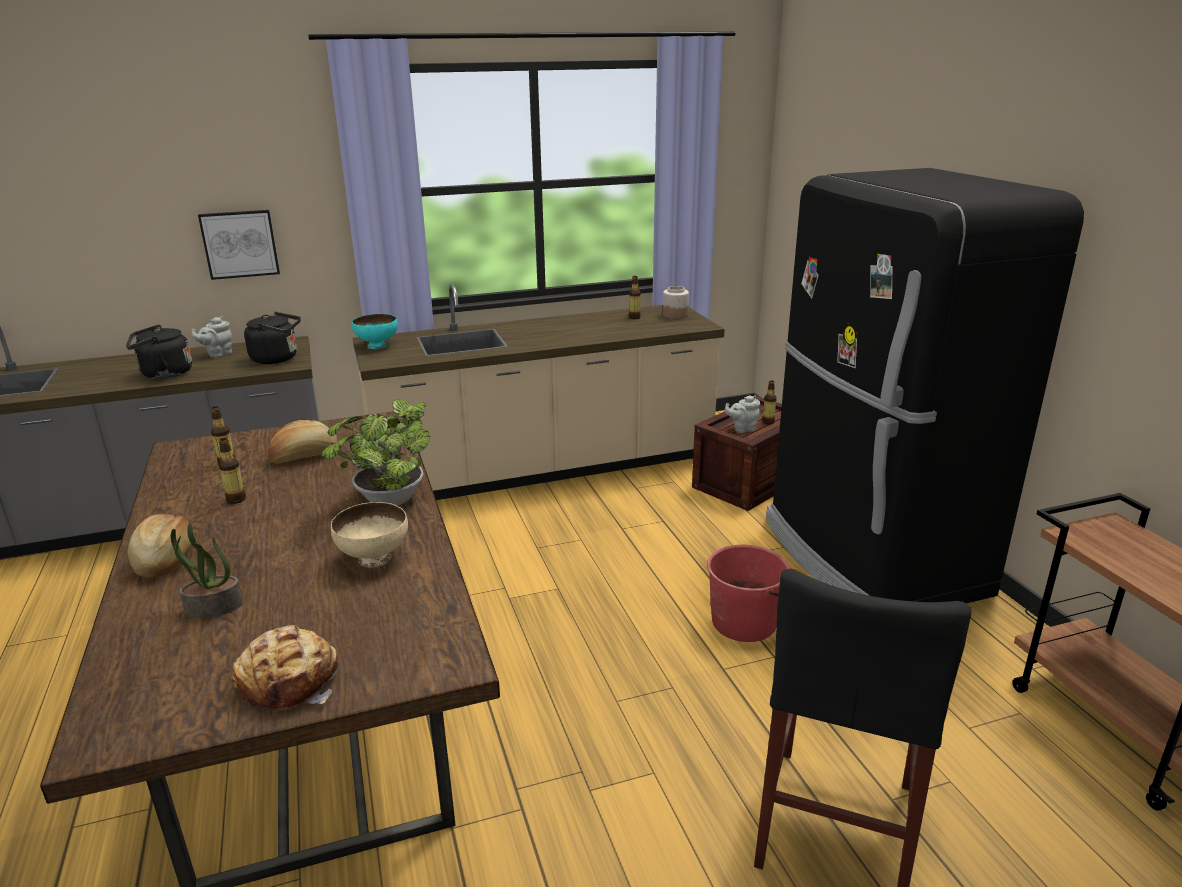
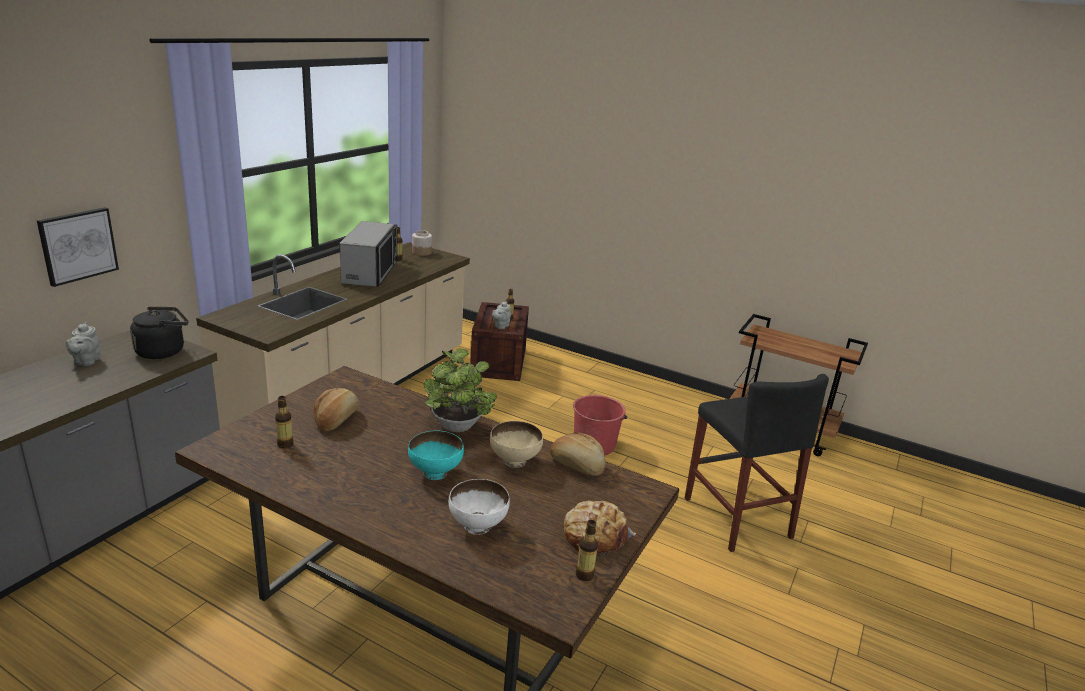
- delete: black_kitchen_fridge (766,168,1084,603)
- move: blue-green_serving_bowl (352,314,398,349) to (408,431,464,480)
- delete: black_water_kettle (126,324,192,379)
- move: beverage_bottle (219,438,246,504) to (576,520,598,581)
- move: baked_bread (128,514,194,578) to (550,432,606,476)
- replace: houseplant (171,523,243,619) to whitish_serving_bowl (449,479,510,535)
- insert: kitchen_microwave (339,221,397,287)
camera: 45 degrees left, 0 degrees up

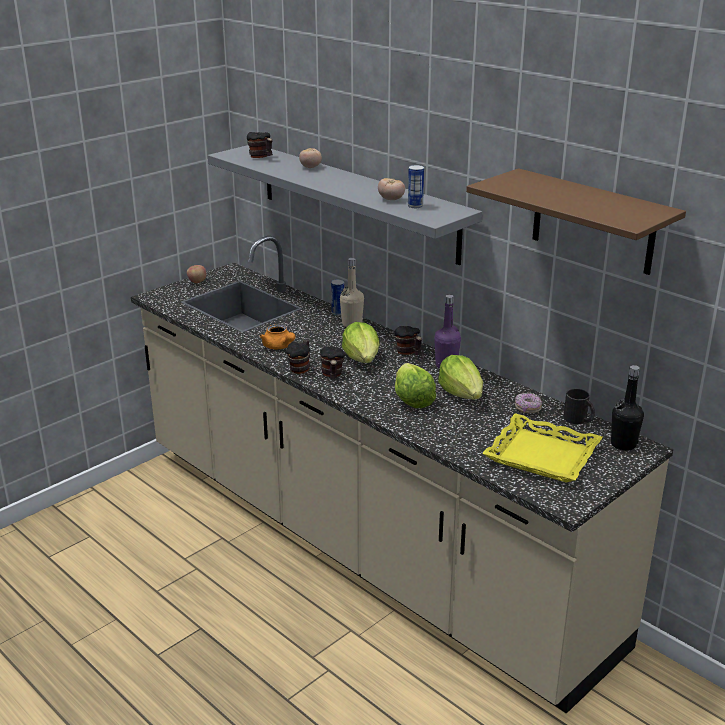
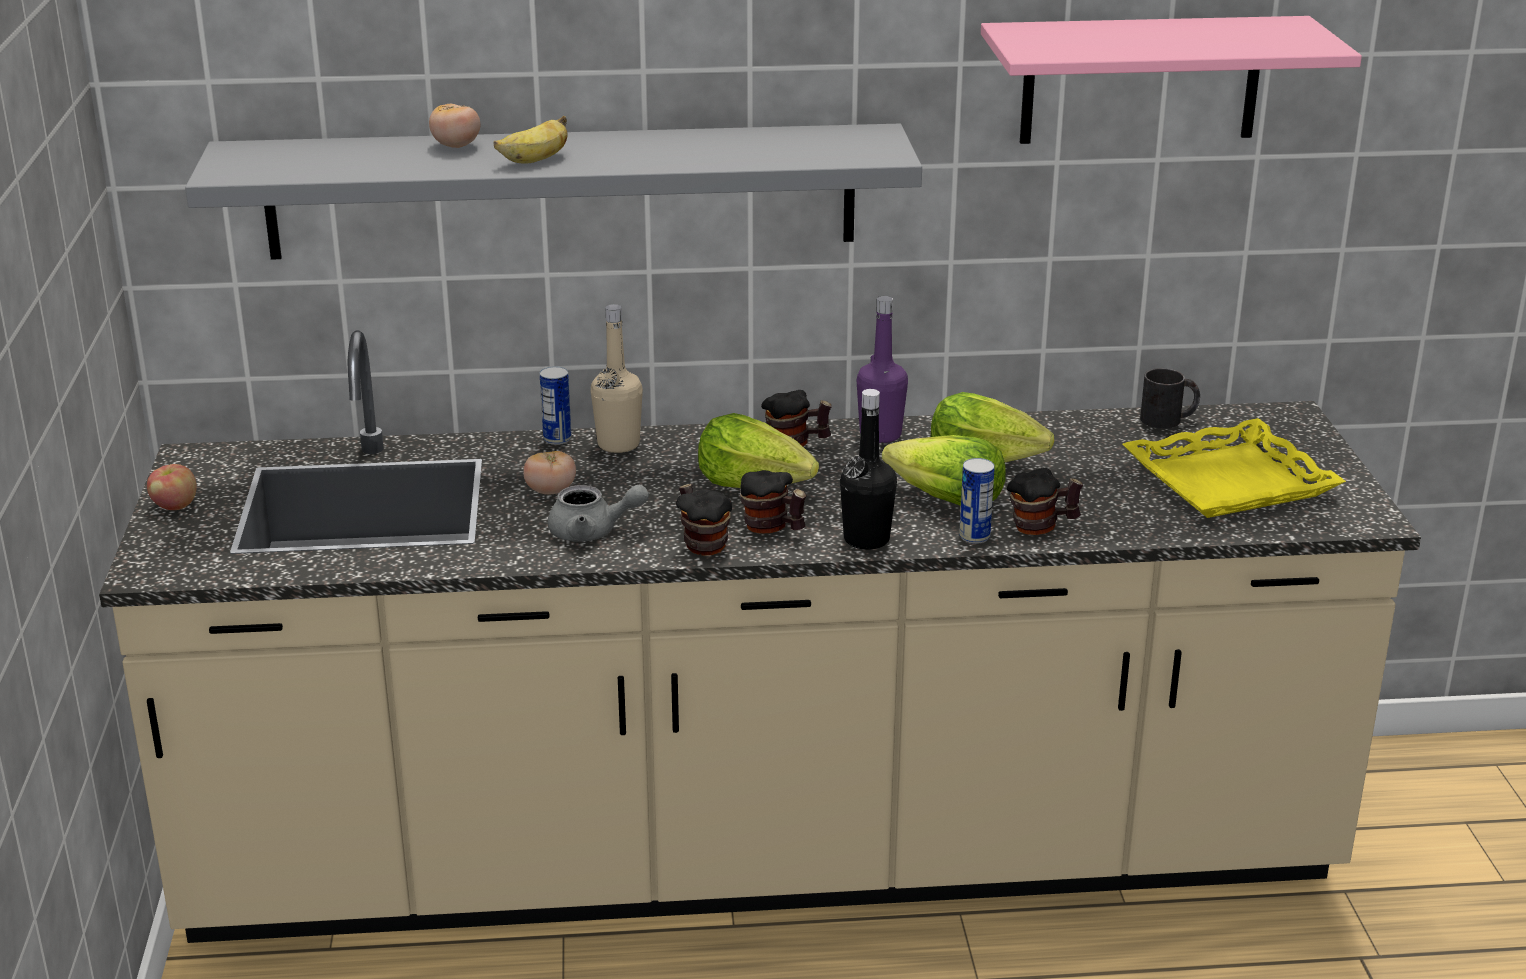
- move: coffee_mug (247,132,273,158) to (1007,468,1083,535)
- move: metal_can (408,165,424,208) to (959,458,995,544)
- recolor: brown_wall_shelf (466,168,686,275) to pinkish_wall_shelf (981,16,1362,144)
- move: whole_tomato (378,178,405,200) to (523,451,576,494)
- recolor: orangey_teapot (260,324,295,349) to grey_teapot (548,484,649,542)
- move: black_beverage_bottle (611,365,644,451) to (840,389,897,550)
- delete: donut (515,393,542,413)
- insert: banana (494,116,568,164)
camera: 50 degrees left, 0 degrees up

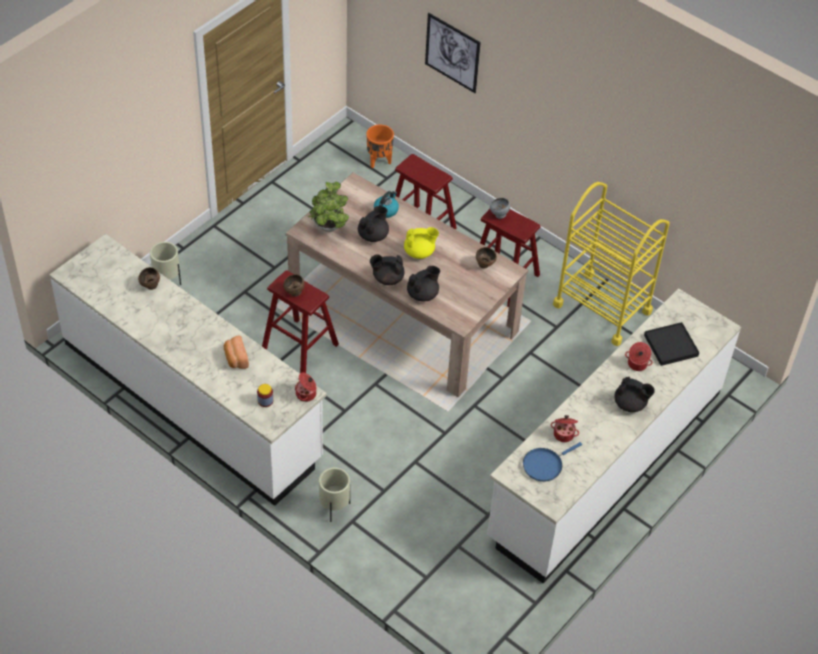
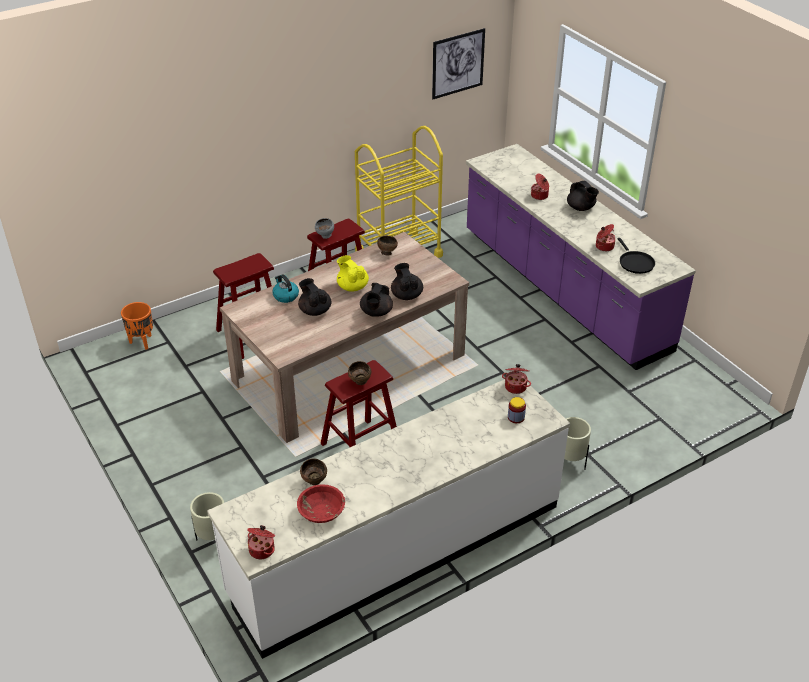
- move: wall_picture (425,13,481,93) to (432,28,485,99)
- delete: houseplant (308,182,349,232)
- rotate: yellow-coloured_teapot (404,227,439,259) = (337,255,369,291) 45 degrees counterclockwise
- recolor: whitish_counter (487,288,741,584) to purple_counter (466,144,696,370)
- delete: black_tray (644,322,699,366)
- delete: baked_bread (224,335,249,369)
- rotate: black_teapot (614,377,655,412) = (567,181,599,211) 105 degrees clockwise
- recolor: blue-coloured_skillet (523,442,582,482) to black_skillet (617,238,655,274)
- insert: red_serving_bowl (297,484,345,523)
- insert: stockpot (247,525,275,559)
camera: 70 degrees left, 10 degrees down

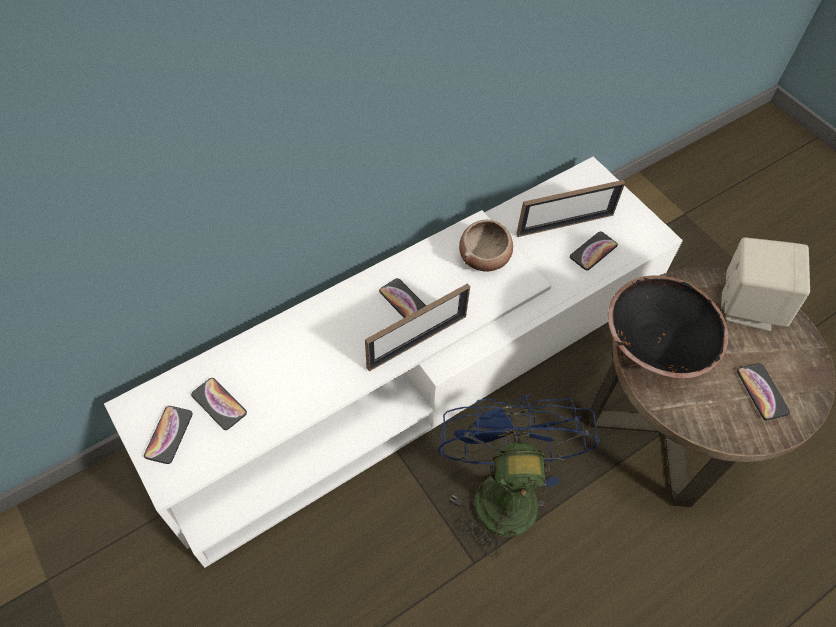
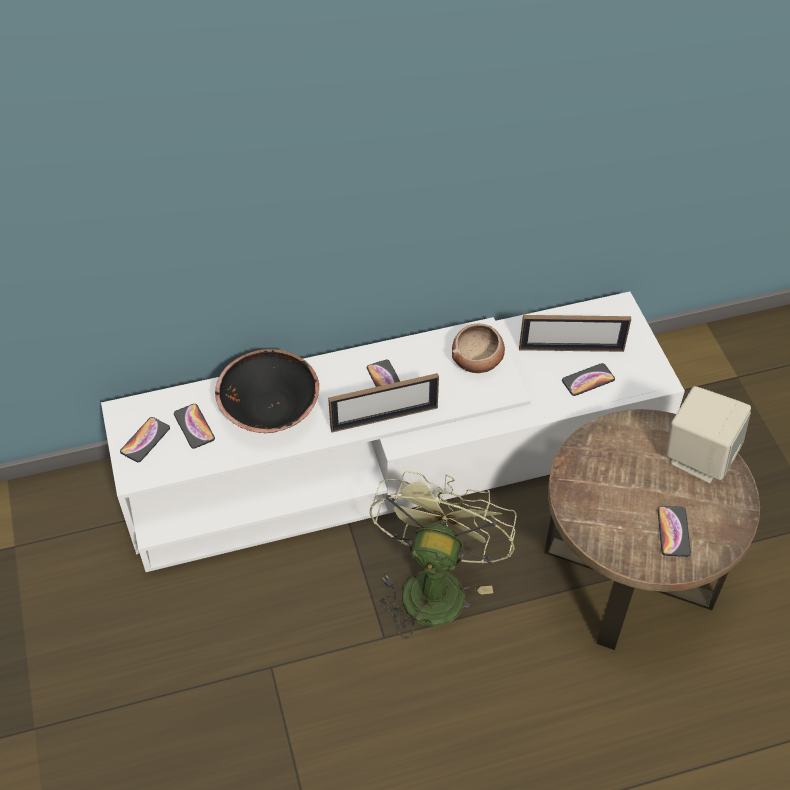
- move: black_serving_bowl (608,275,729,379) to (215,349,319,433)
- recolor: blue-coloured_electric_fan (438,395,600,557) to green_electric_fan (370,471,517,639)
camera: 20 degrees right, 5 degrees down

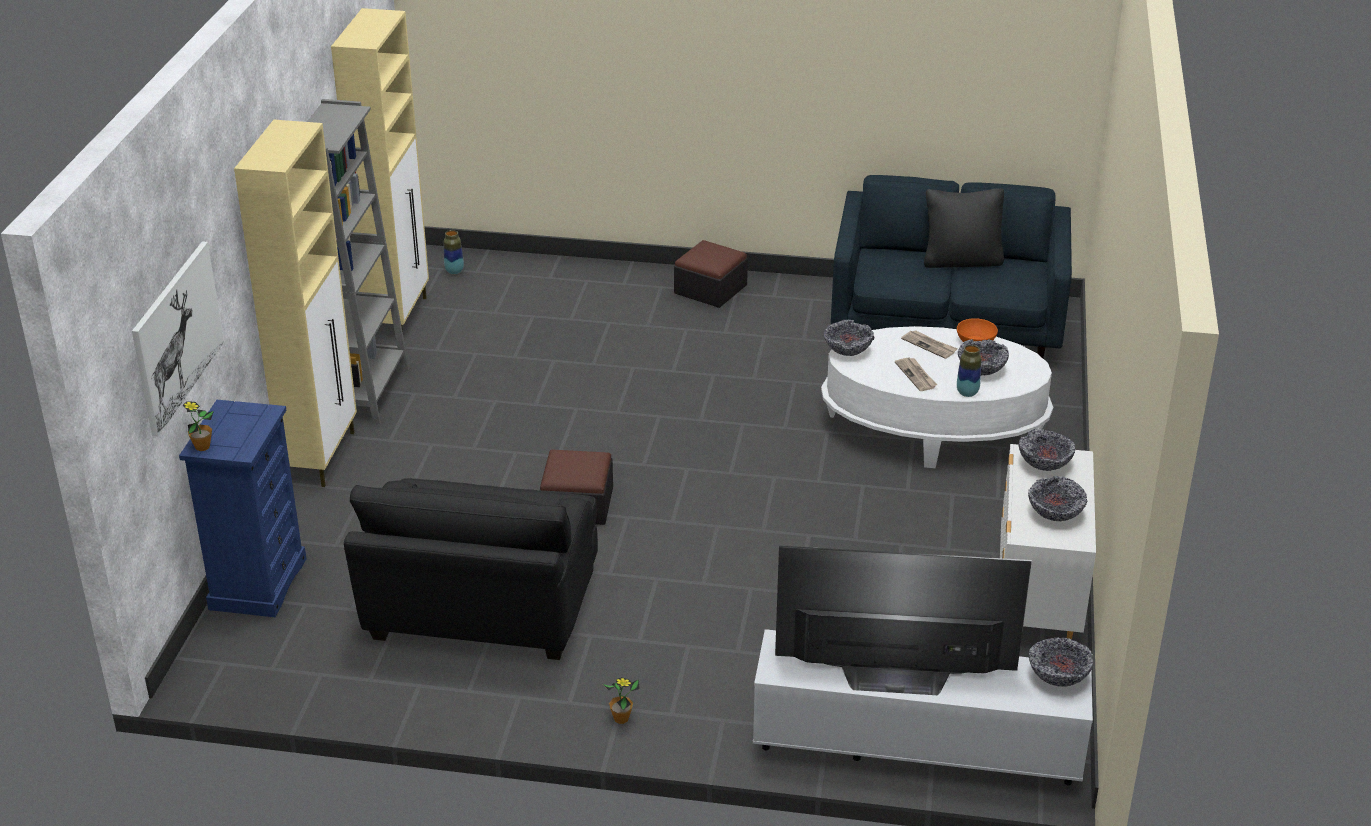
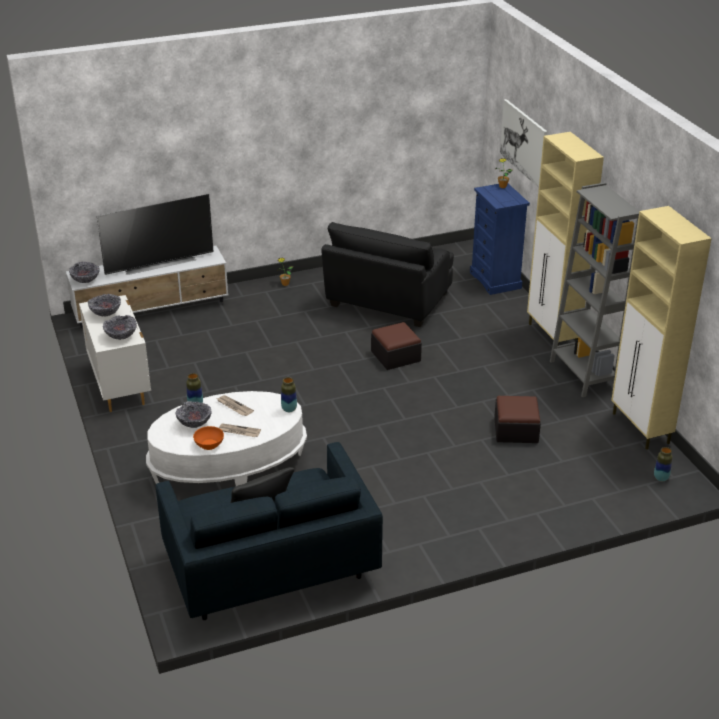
- move: ottoman (674,240,748,308) to (494,396,541,443)
- replace: serving_bowl (824,320,874,356) to flower_vase (281,377,297,412)
- rotate: black_easy_chair (344,478,598,660) = (321,222,454,327) 135 degrees counterclockwise
camera: 150 degrees right, 0 degrees up

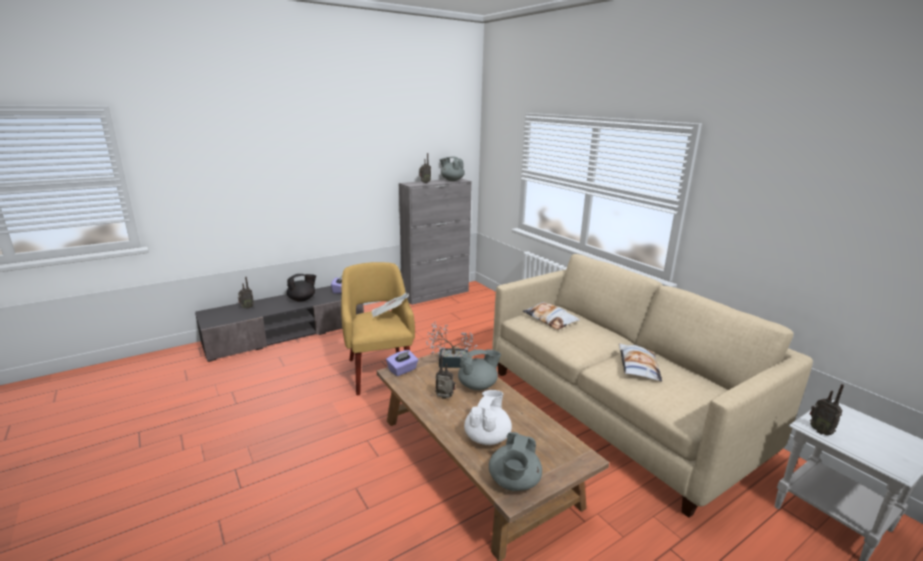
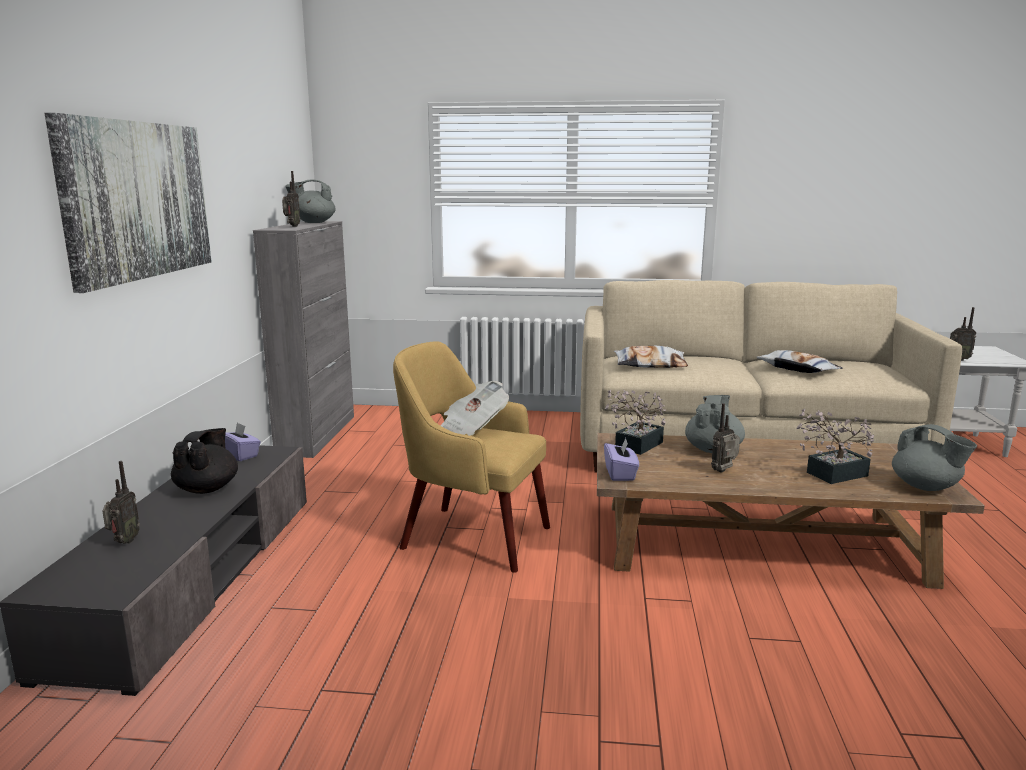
- replace: whitish_teapot (464,390,512,445) to houseplant (796,409,874,484)
- insert: wall_picture (45,113,212,293)
camera: 50 degrees left, 5 degrees down

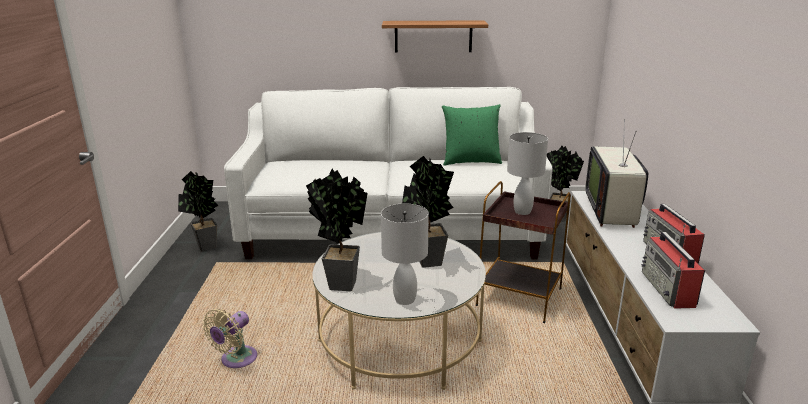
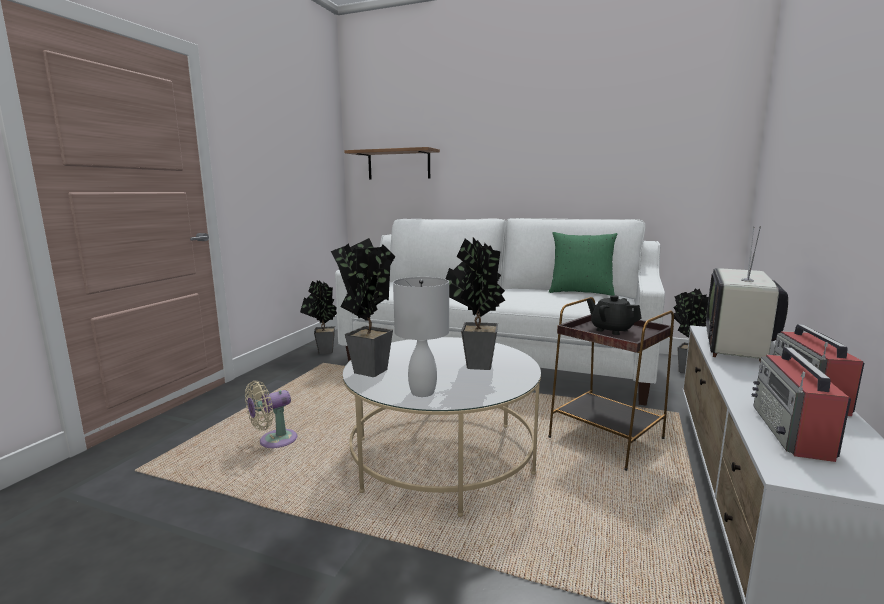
- move: wall_shelf (382,20,488,53) to (344,147,440,179)
- replace: whitish_tabletop_lamp (507,132,548,215) to black_teapot (586,295,642,335)
camera: 20 degrees right, 10 degrees down

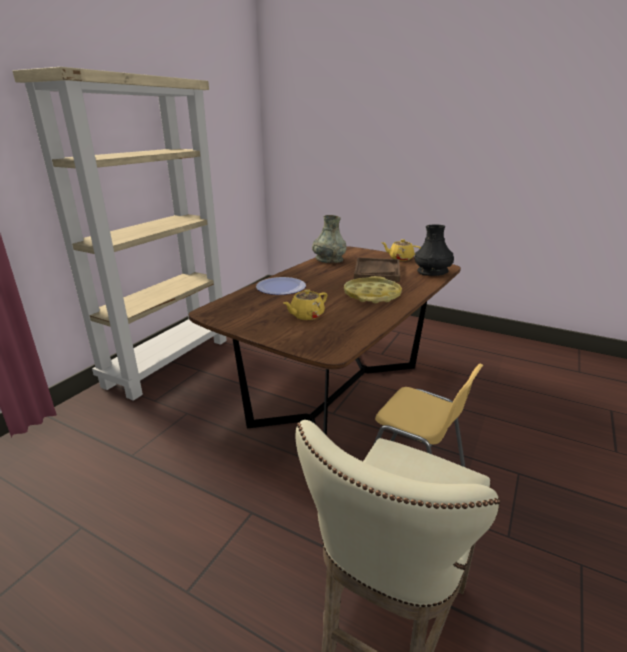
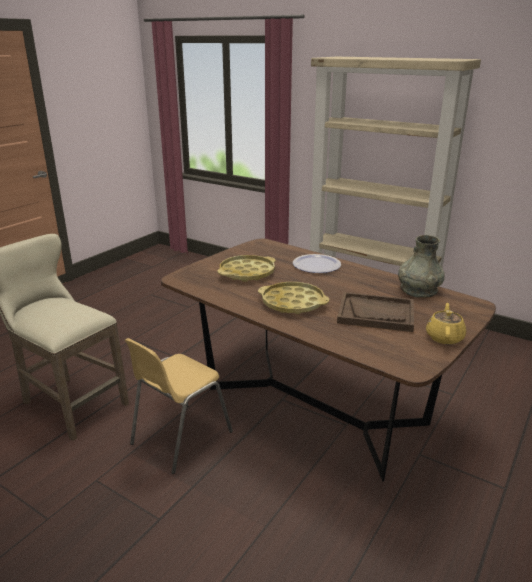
- delete: black_flower_vase (415,224,454,276)
- replace: yellow-coloured_teapot (284,289,327,320) to yellow-coloured_tray (217,255,276,282)
camera: 95 degrees right, 0 degrees up

